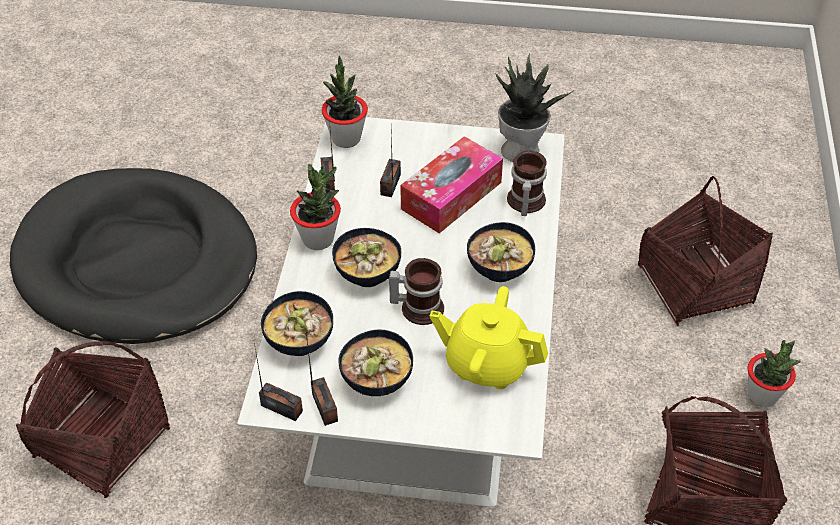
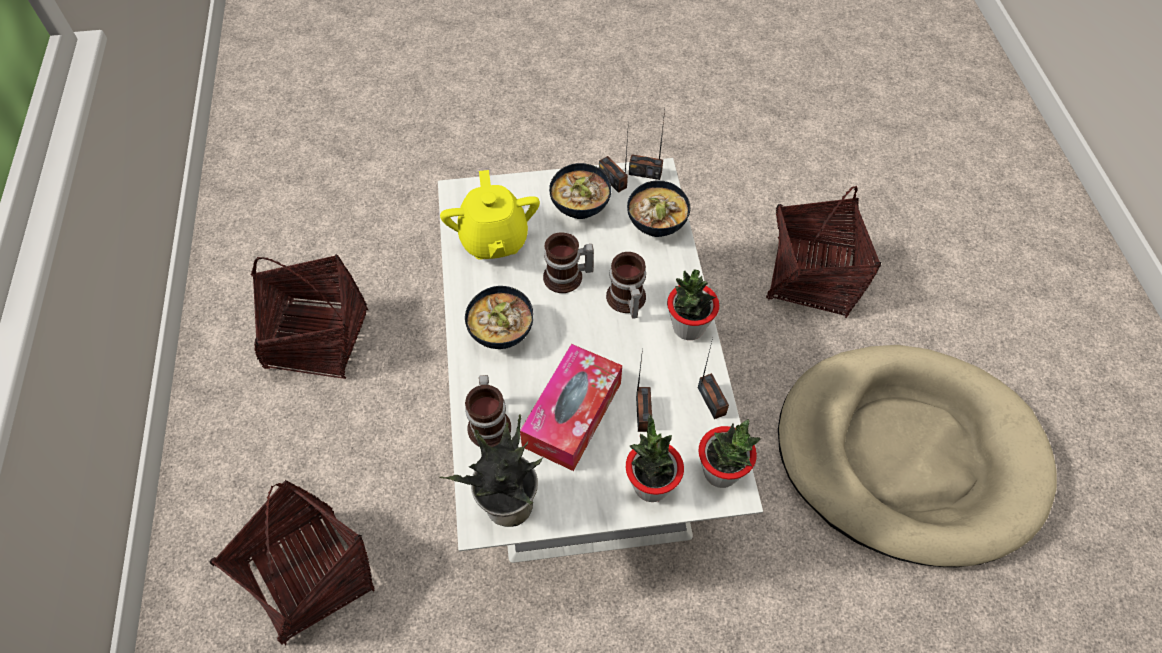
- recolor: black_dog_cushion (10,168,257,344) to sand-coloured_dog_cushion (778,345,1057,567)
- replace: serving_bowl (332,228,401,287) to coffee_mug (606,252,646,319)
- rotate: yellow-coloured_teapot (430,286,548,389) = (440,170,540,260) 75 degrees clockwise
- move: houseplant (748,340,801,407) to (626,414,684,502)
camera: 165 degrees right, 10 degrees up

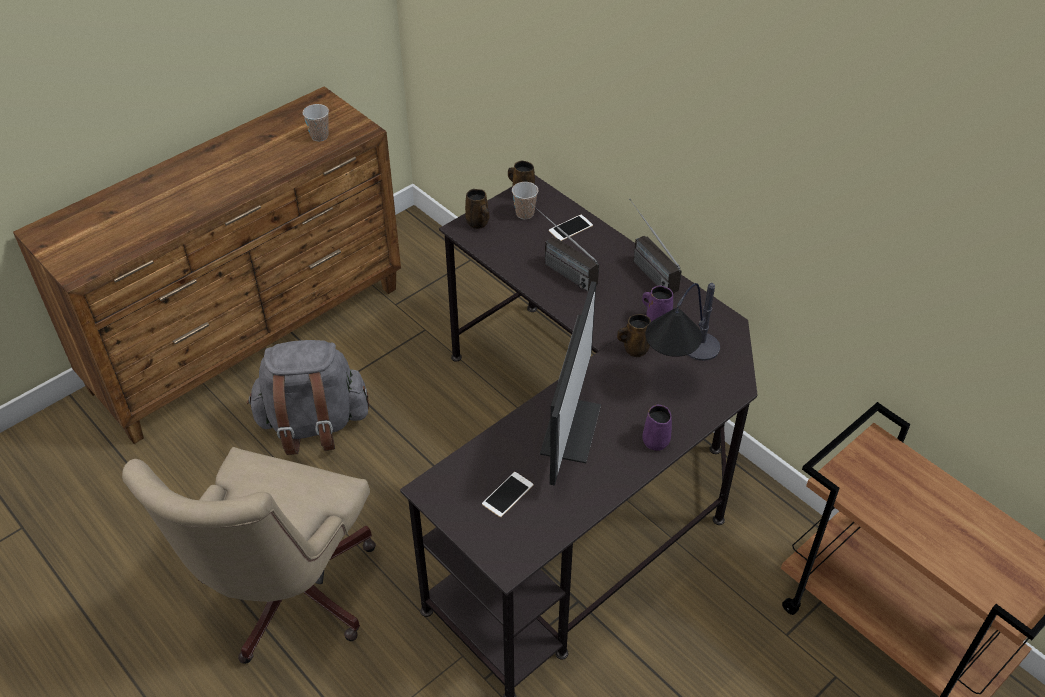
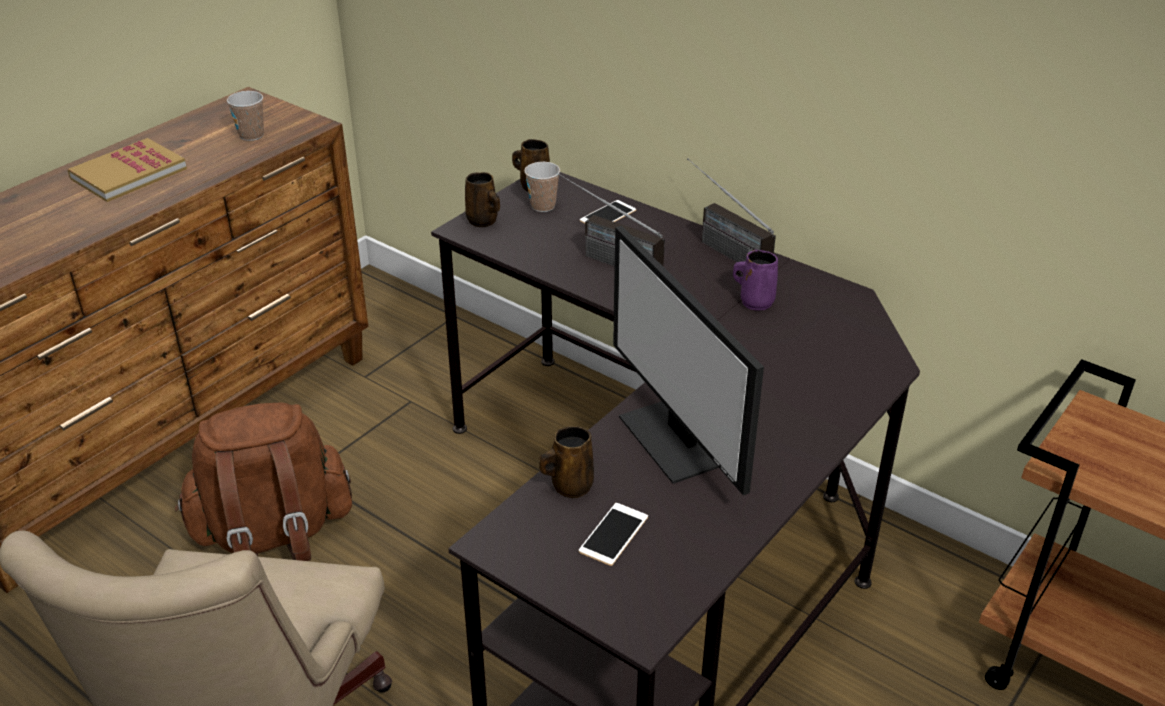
- rotate: computer_display (540,281,601,486) = (613,226,764,495) 150 degrees clockwise
- delete: tabletop_lamp (646,283,720,361)
- move: brown_coffee_mug (617,314,651,357) to (539,426,594,498)
- recolor: grey_knapsack (247,340,369,455) to brown_knapsack (175,402,352,561)
- delete: purple_coffee_mug (642,404,672,451)
- insert: bound_book (68,138,187,202)
camera: 10 degrees left, 10 degrees down

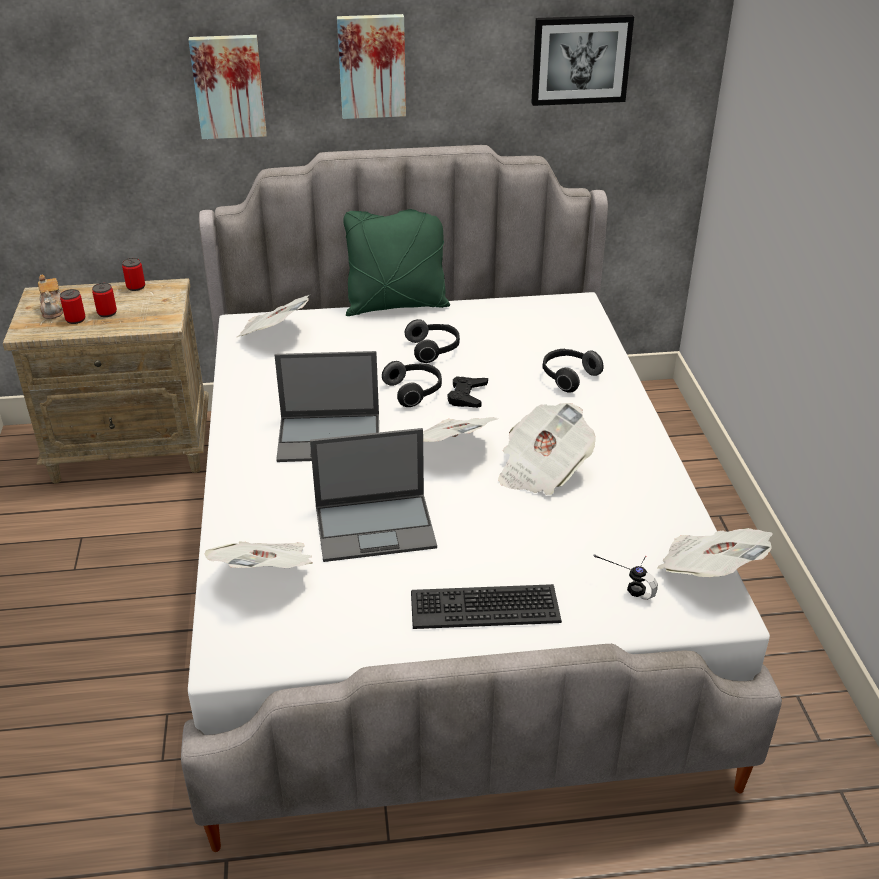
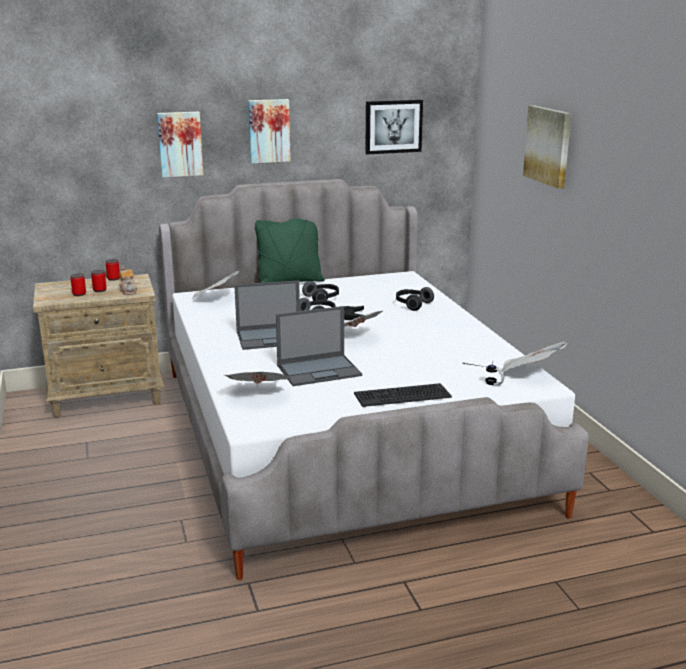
- move: teapot (38,274,63,319) to (119,266,137,295)
- delete: newspaper (498,403,596,495)
- insert: wall_picture (523,105,571,189)
camera: 10 degrees left, 15 degrees down

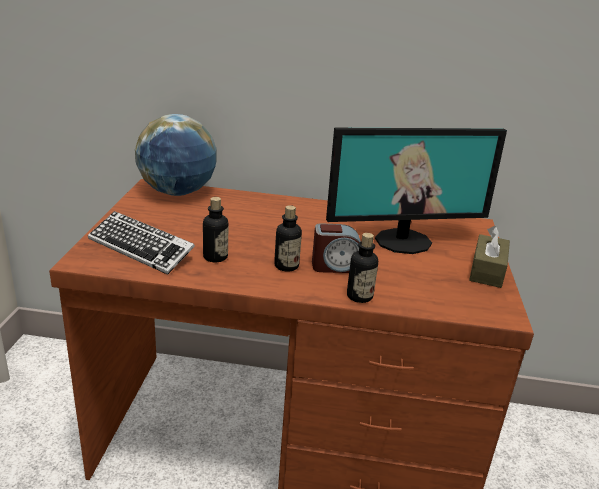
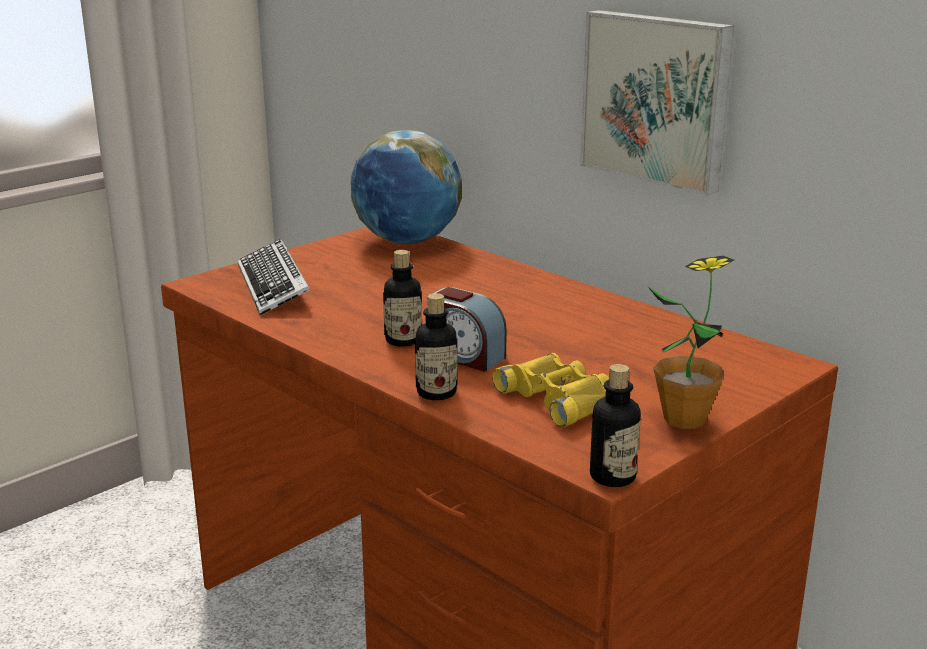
- delete: computer_display (326,128,507,254)
- move: beverage_bottle (203,197,229,262) to (590,364,641,487)
- replace: brown_tissue_holder (469,226,510,288) to houseplant (648,256,734,429)
- insert: wall_picture (580,10,734,196)
- insert: yellow-coloured_pair_of_binoculars (492,353,609,427)
camera: 40 degrees right, 5 degrees down

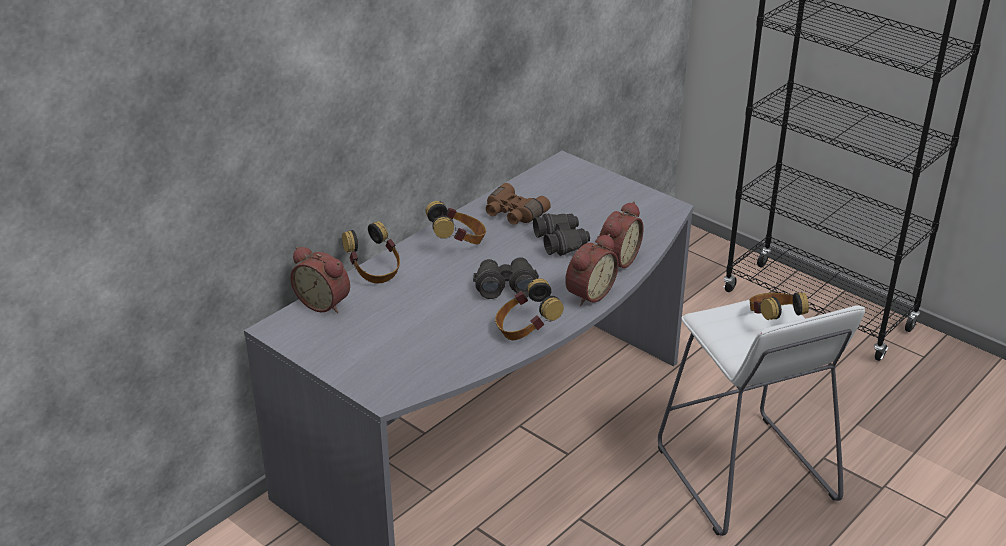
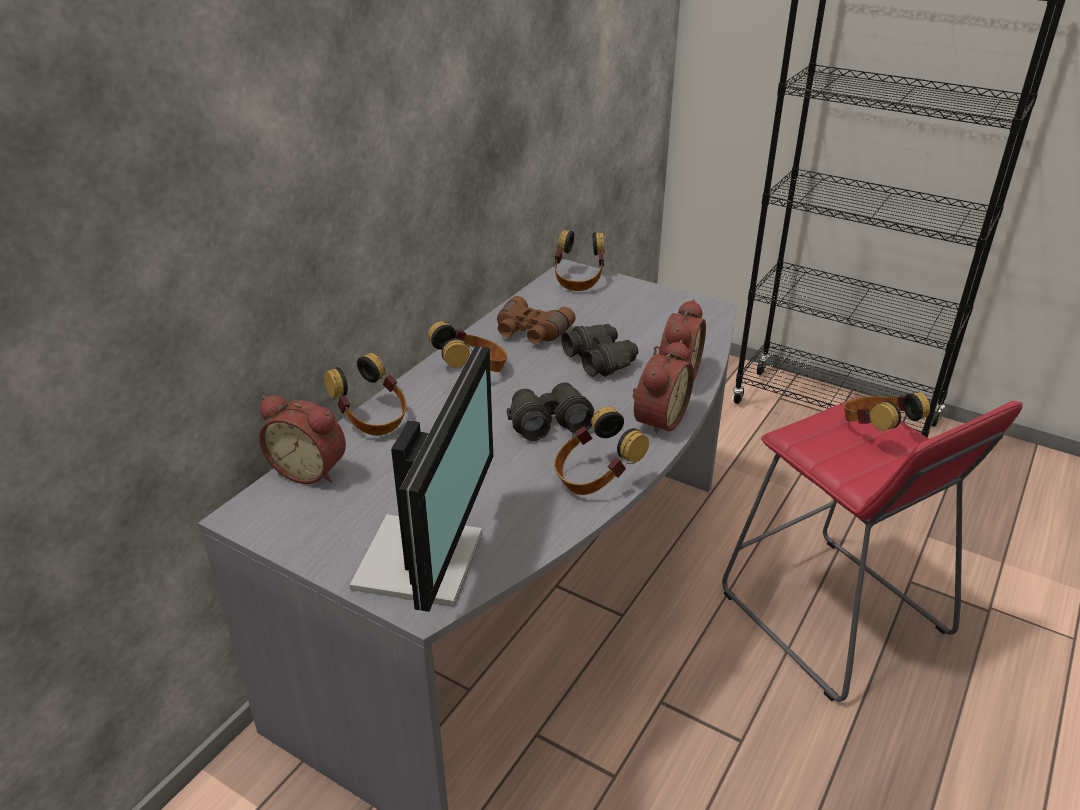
- recolor: whitish_sitting_stool (658,300,865,536) to red_sitting_stool (722,397,1023,702)
- insert: pair_of_headphones (554,230,605,291)
- insert: computer_display (349,346,493,612)
camera: 10 degrees left, 0 degrees up

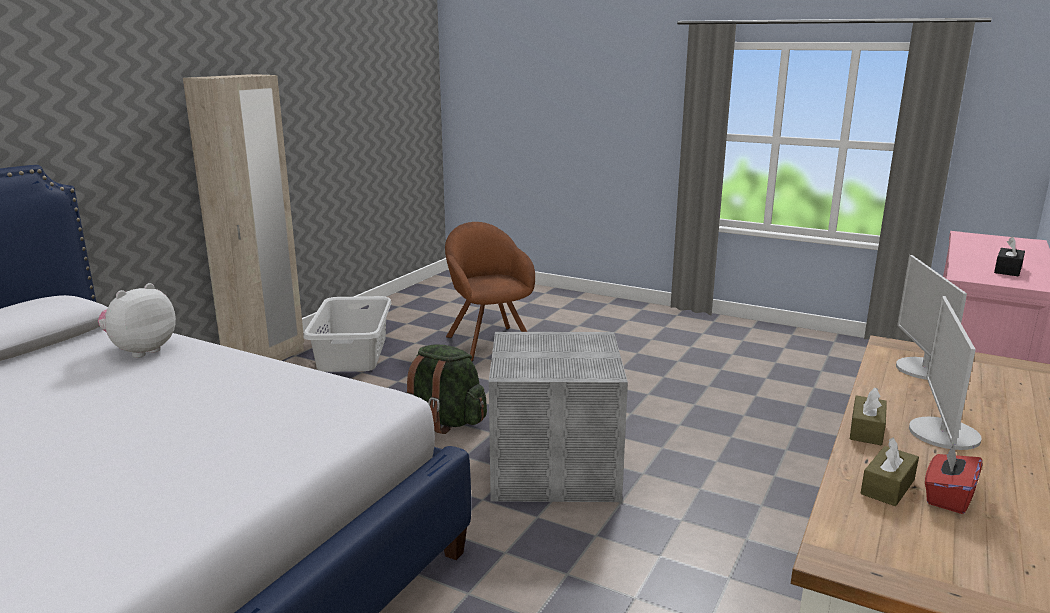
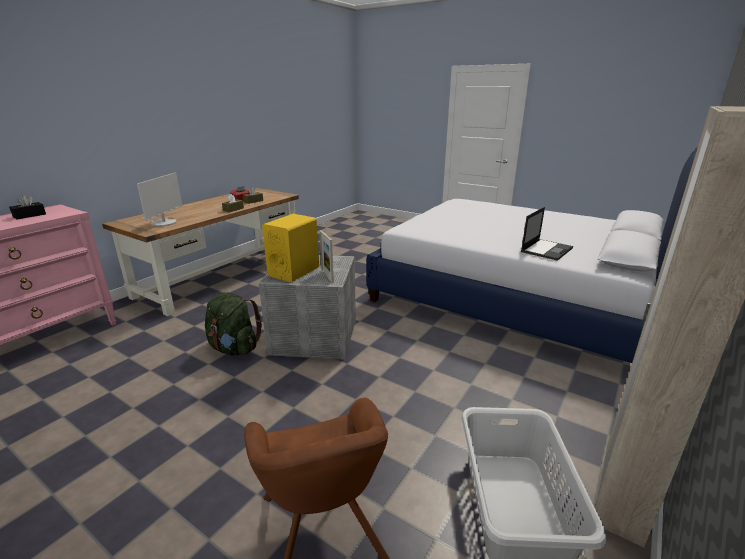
- replace: cuddly_toy (98,283,176,358) to laptop (521,207,573,261)
- delete: computer_display (909,296,982,450)
- move: green_knapsack (407,344,487,434) to (205,292,262,356)
- insert: yellow-coloured_speaker (262,214,319,282)
- insert: standing_frame (319,230,334,283)
camera: 175 degrees left, 5 degrees up

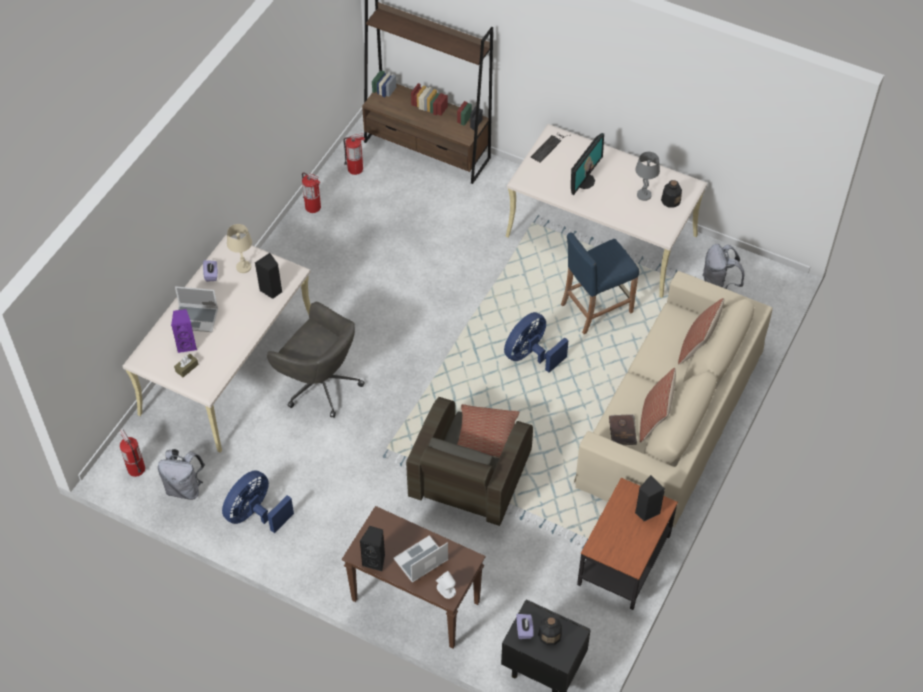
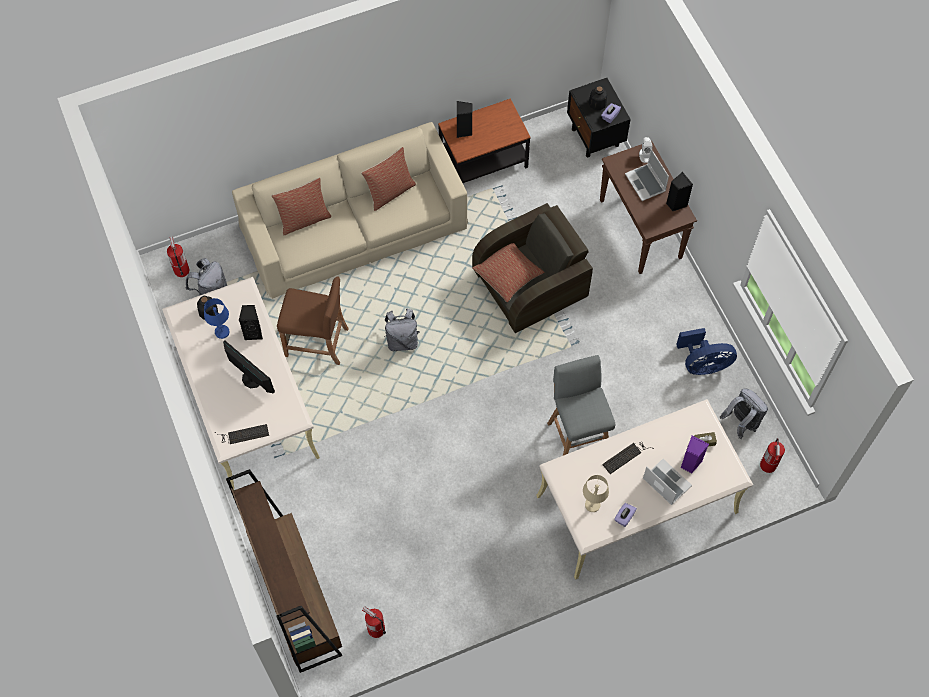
- rotate: computer_display (571,133,604,195) = (223,341,275,393) 60 degrees clockwise
- recolor: grey_tabletop_lamp (635,152,660,201) to blue-coloured_tabletop_lamp (204,298,230,339)
- move: extinguisher (302,172,321,213) to (167,237,189,277)
- recolor: blue-coloured_sitting_stool (561,232,639,334) to brown_sitting_stool (277,276,349,365)
- move: black_speaker (255,253,282,299) to (239,305,263,340)
- replace: grey_desk_chair (267,302,365,418) to grey_sitting_stool (547,355,616,456)
- replace: blue-coloured_electric_fan (504,312,569,373) to grey_knapsack (384,309,420,351)
- delete: brown_bound_book (609,414,637,445)
- rotate: laptop (393,535,449,583) = (625,149,669,201) 60 degrees clockwise
- insert: PC_keyboard (602,441,654,474)
camera: 140 degrees left, 10 degrees up

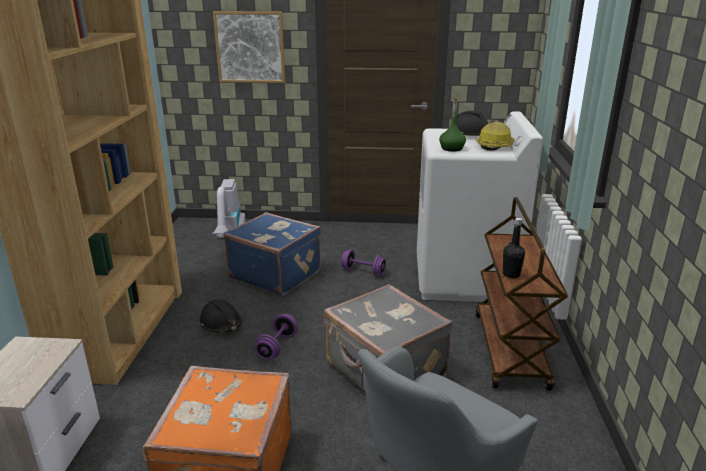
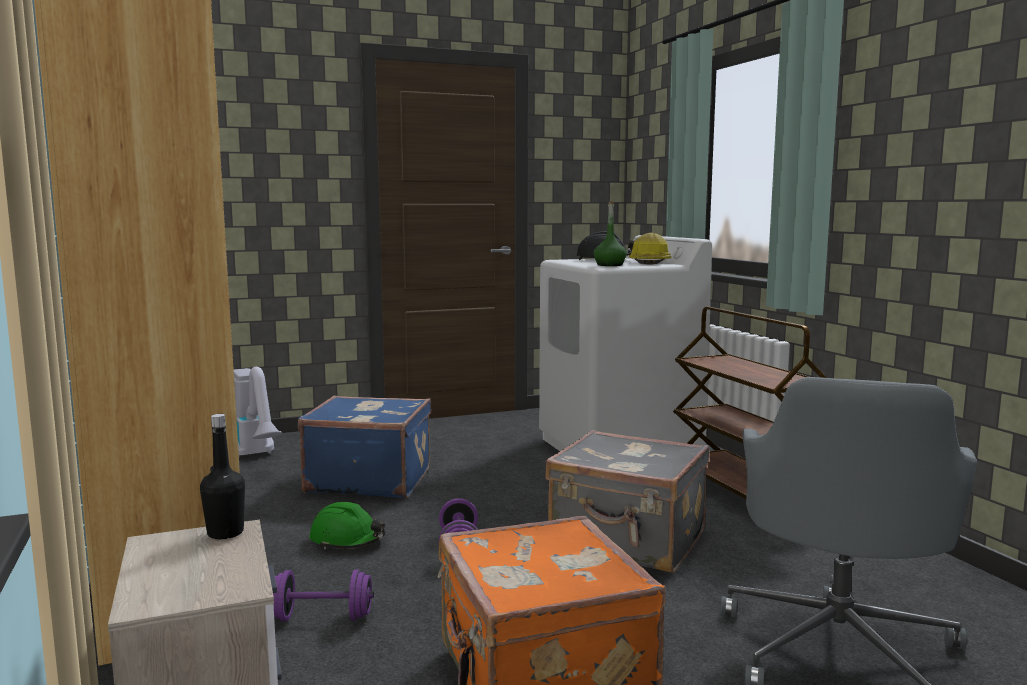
- delete: wall_picture (213,11,285,83)
- move: black_beverage_bottle (503,218,525,278) to (200,414,245,539)
- move: purple_hand_weight (341,249,386,276) to (273,570,374,621)
- recolor: black_hard_hat (200,300,242,333) to green_hard_hat (309,502,385,550)
camera: 25 degrees left, 15 degrees down

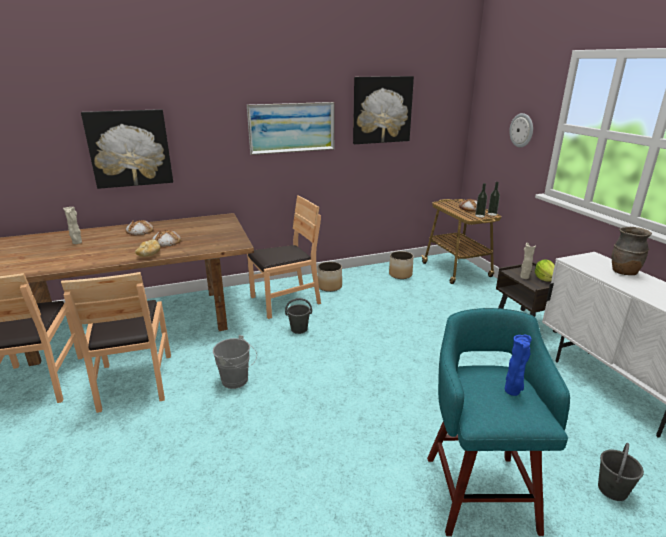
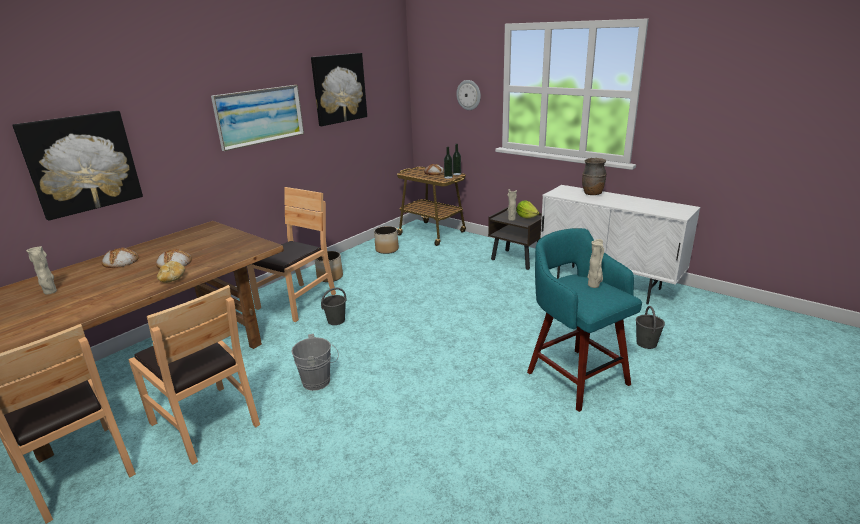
- recolor: blue-coloured_flower_vase (505,334,532,396) to sand-coloured_flower_vase (587,239,604,288)
camera: 30 degrees left, 0 degrees up

